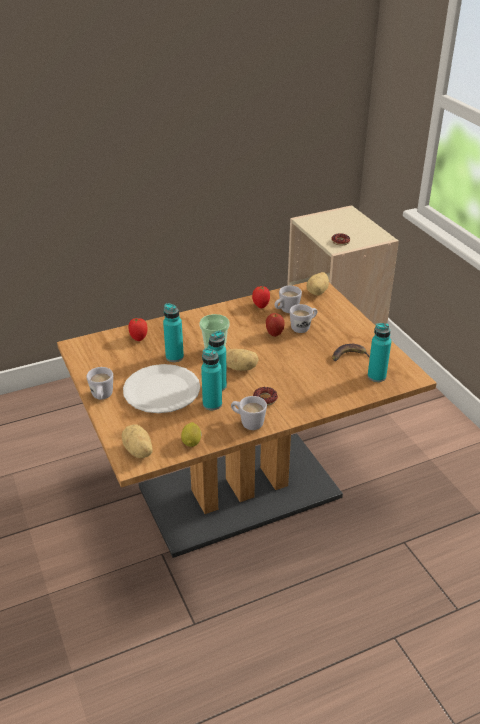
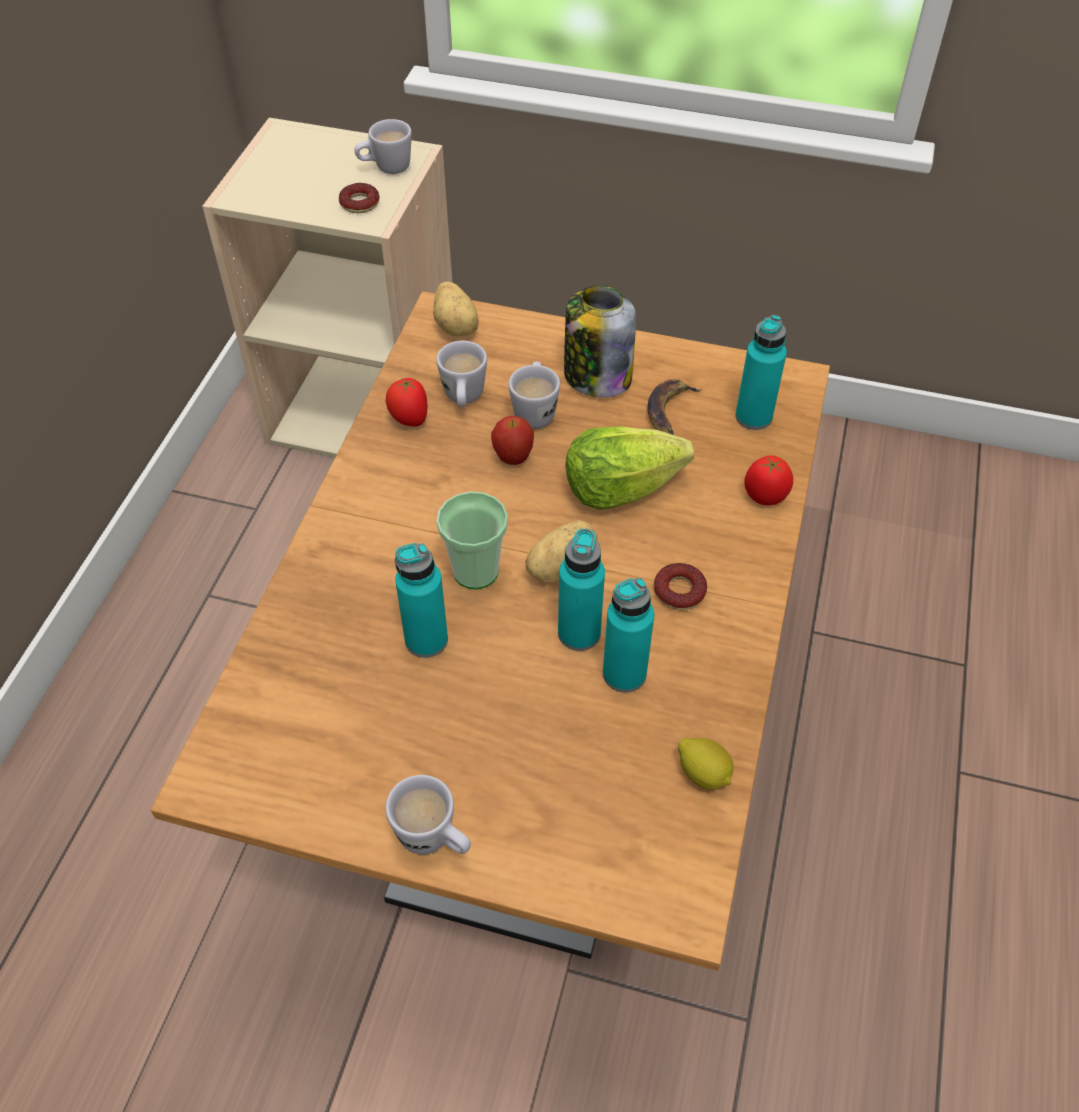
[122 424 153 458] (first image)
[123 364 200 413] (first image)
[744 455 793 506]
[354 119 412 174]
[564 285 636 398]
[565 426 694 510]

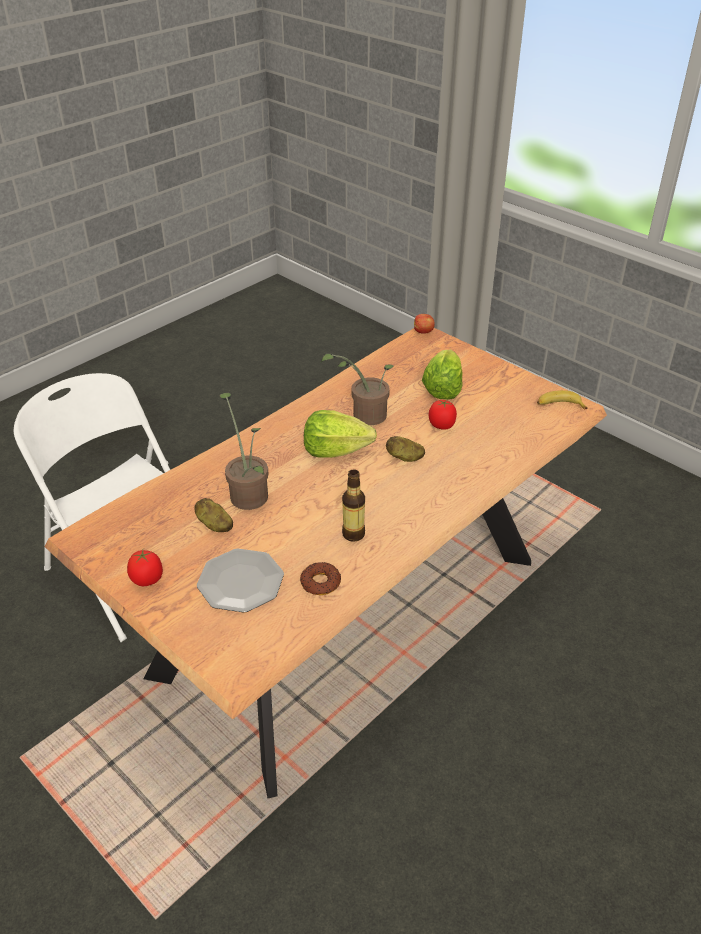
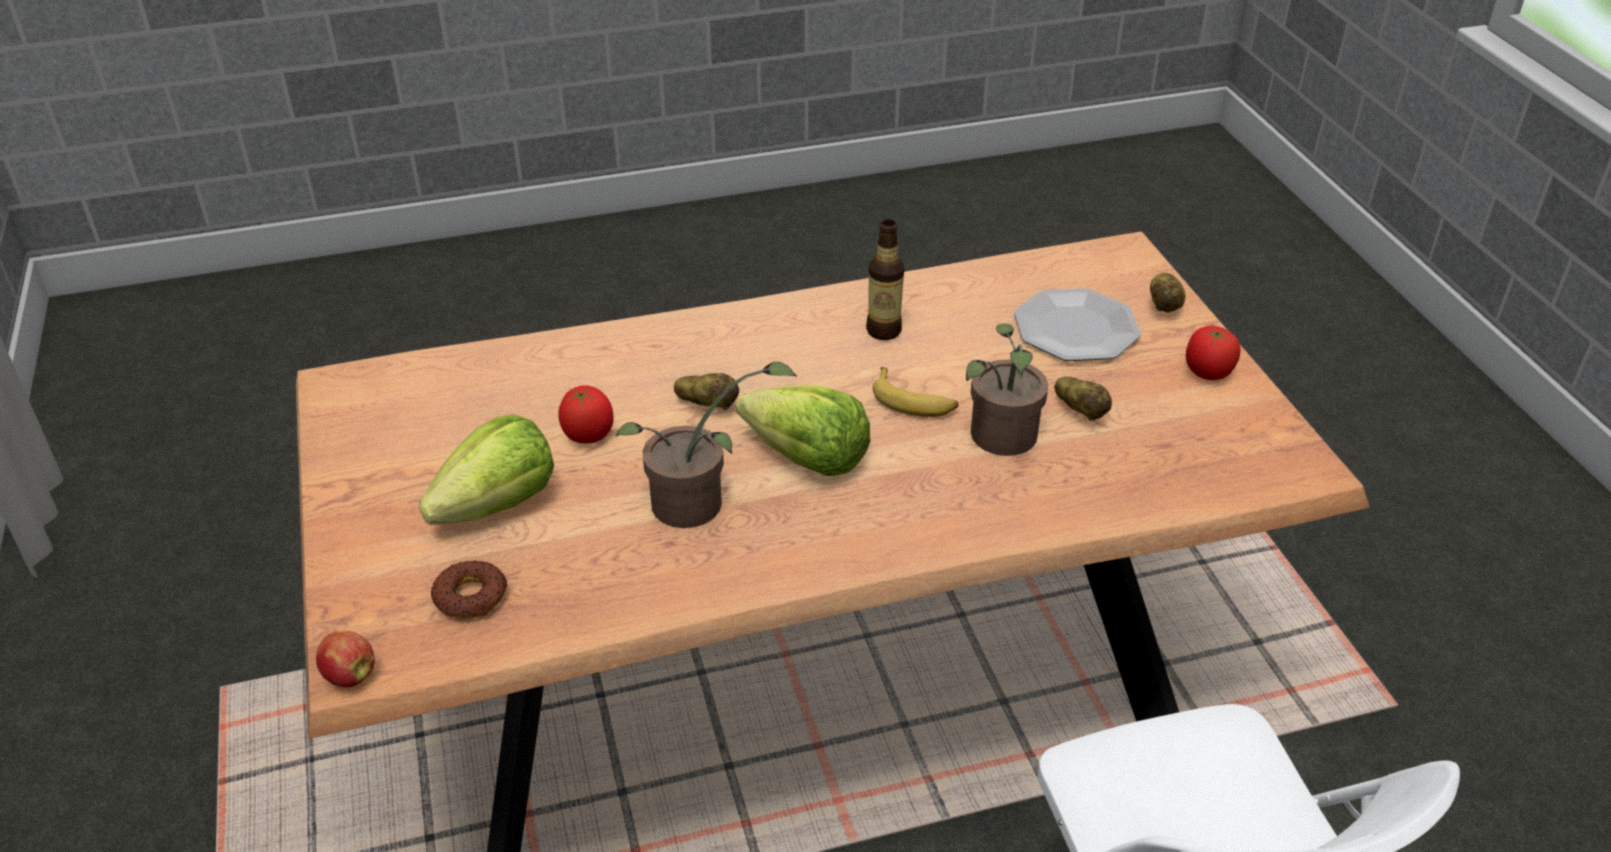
[431 561 507 619]
[873 367 959 417]
[1150 273 1186 312]

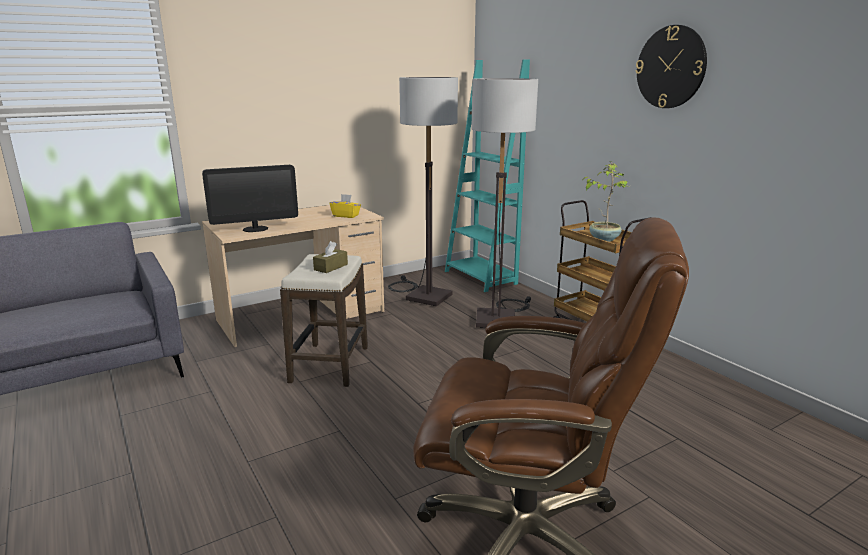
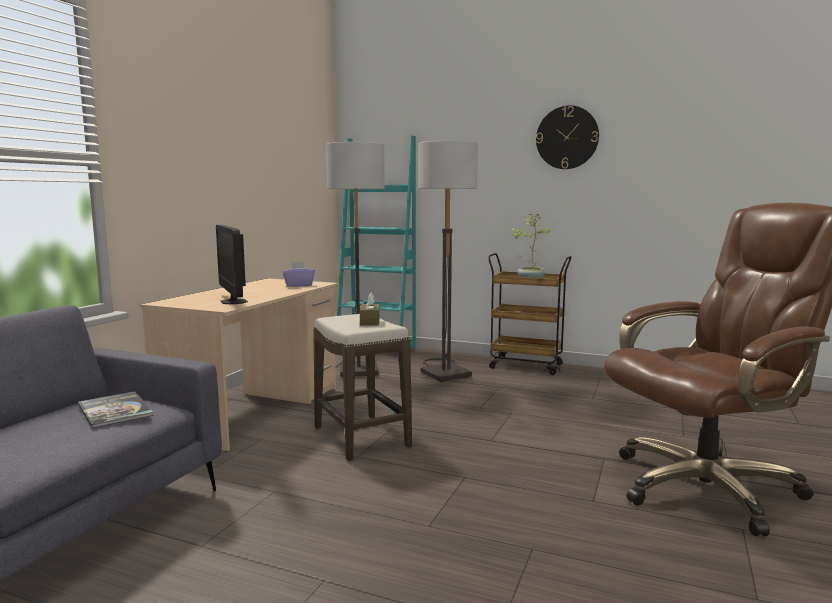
[216 225 248 304]
[283 261 315 287]
[78 391 153 428]

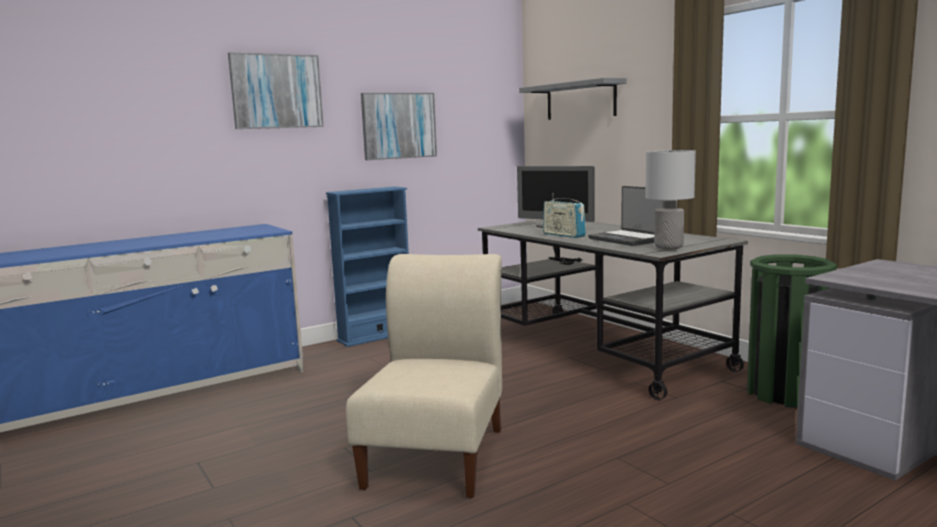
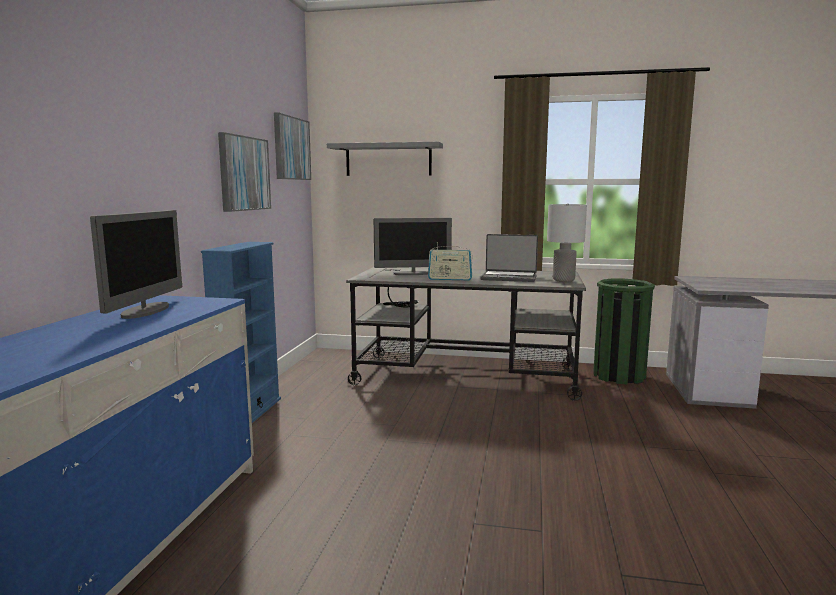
[274 112 311 180]
[346 254 502 498] (first image)
[90 210 182 319]

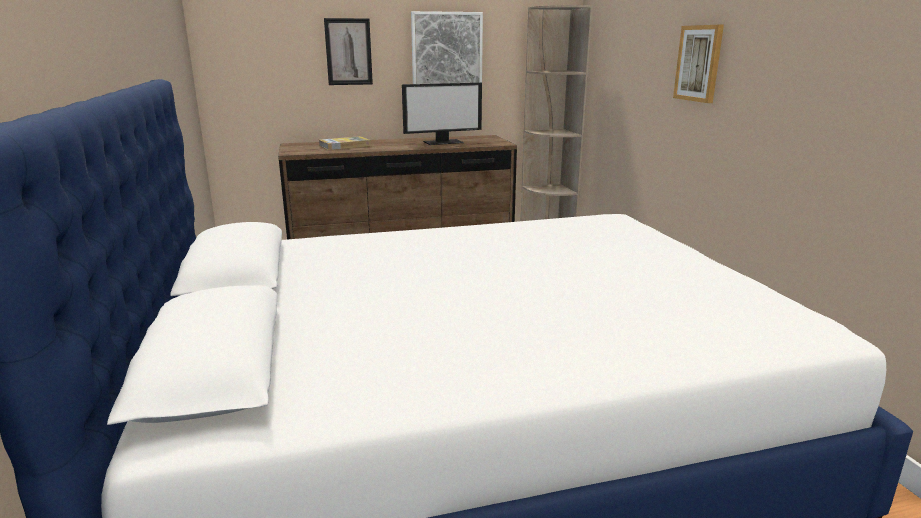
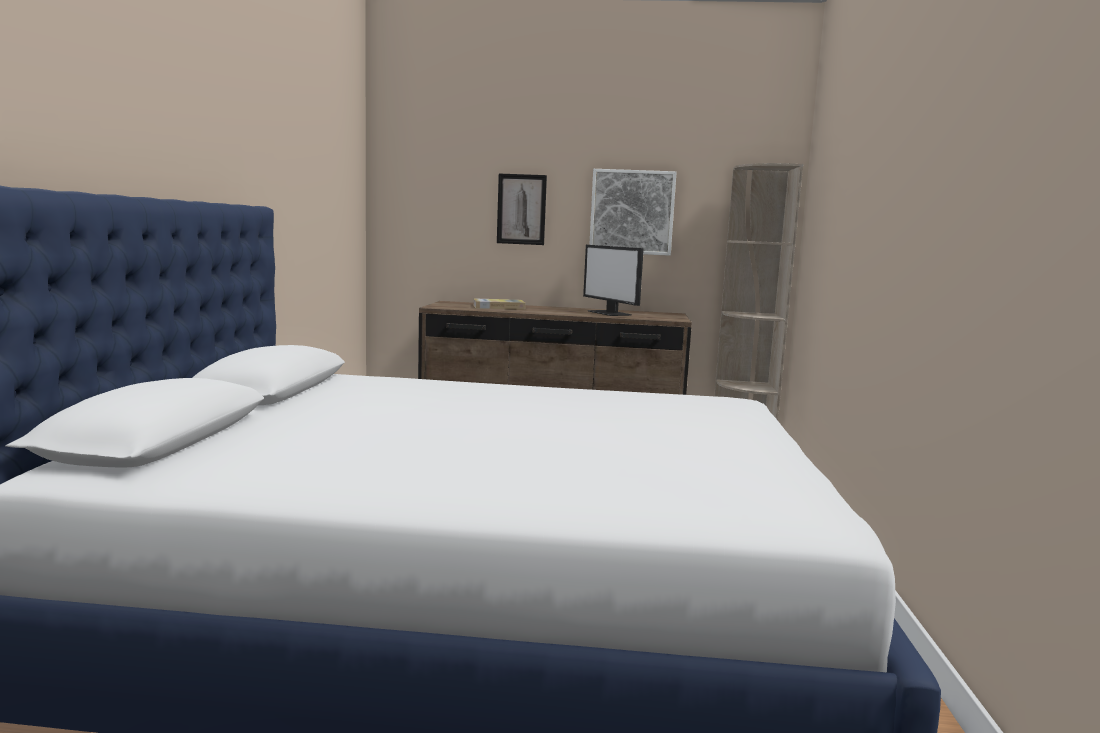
[583 245 644 316]
[673 25 724 103] (first image)

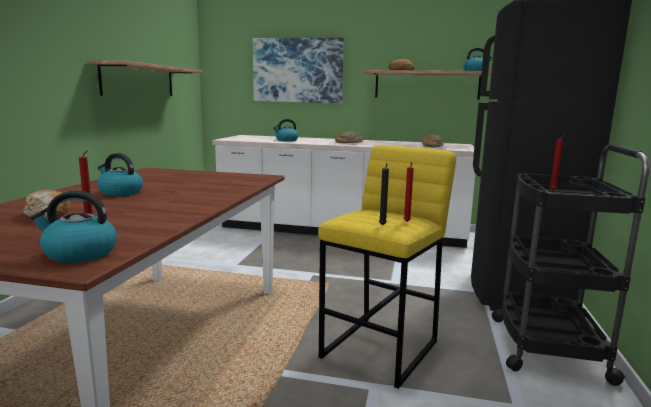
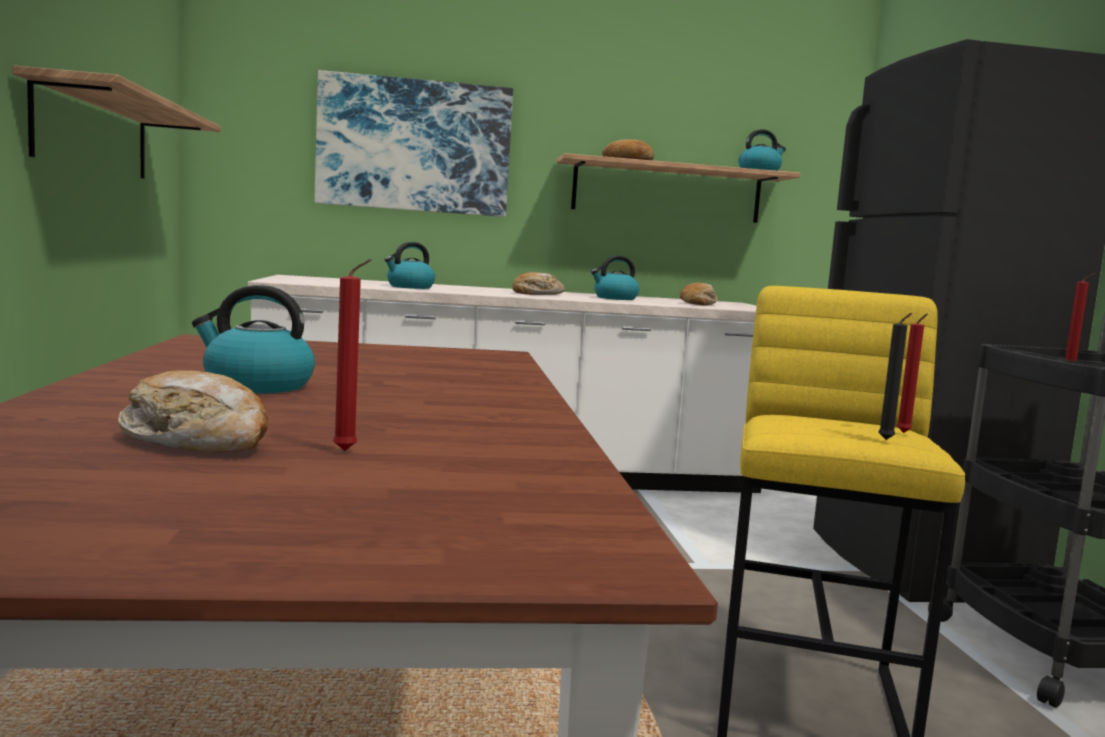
[591 255 639 300]

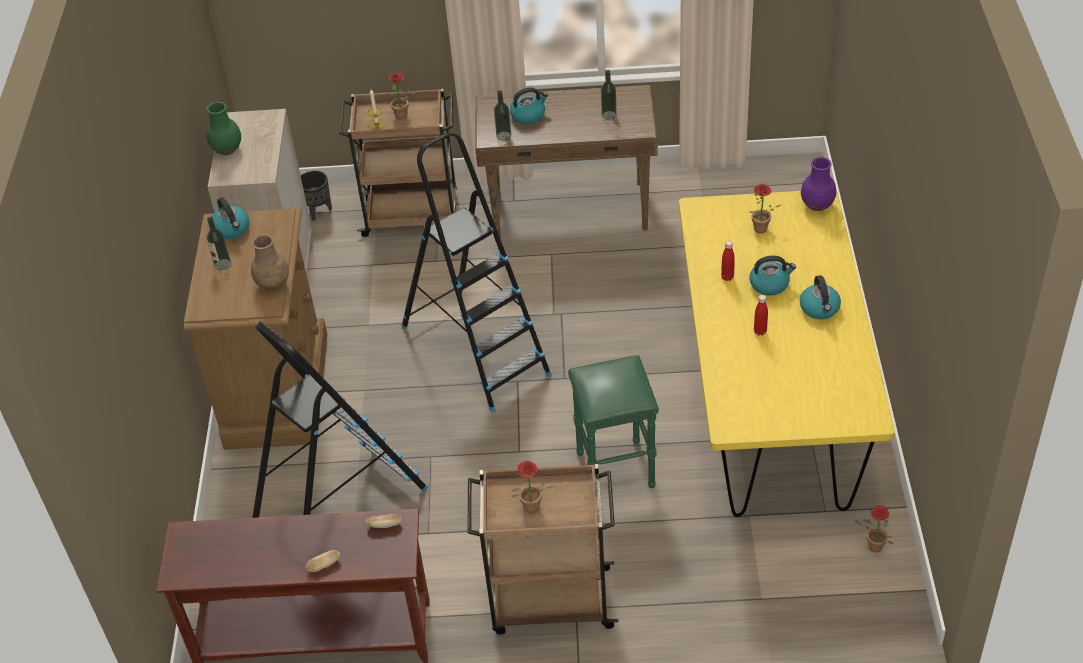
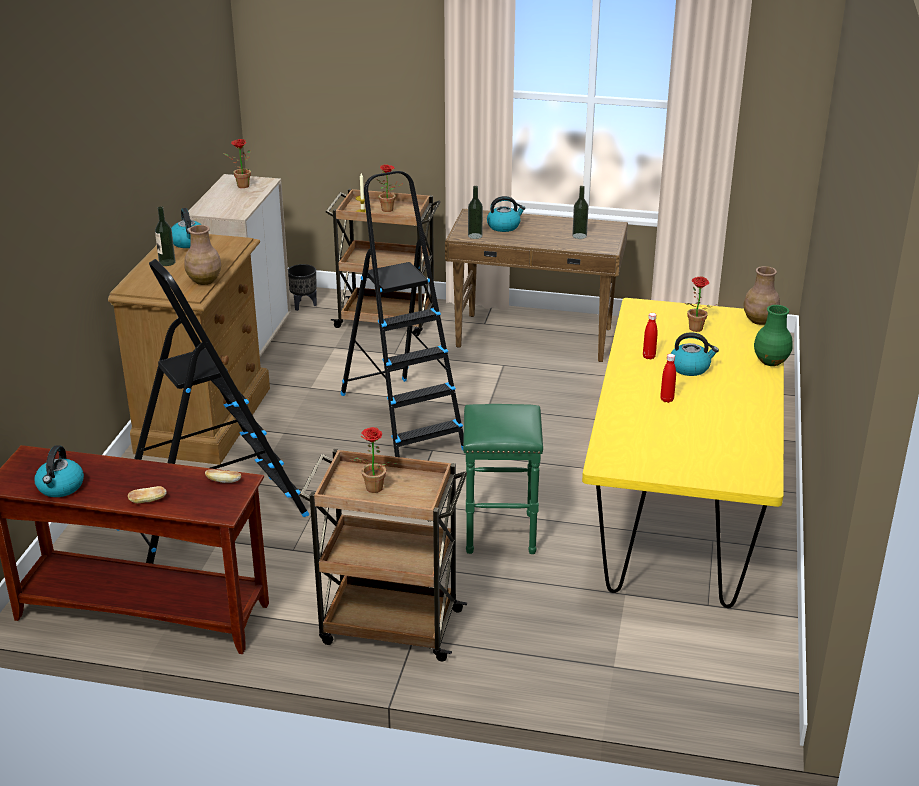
[754 305 793 366]
[34 445 84 497]
[743 266 780 325]
[223 139 251 188]

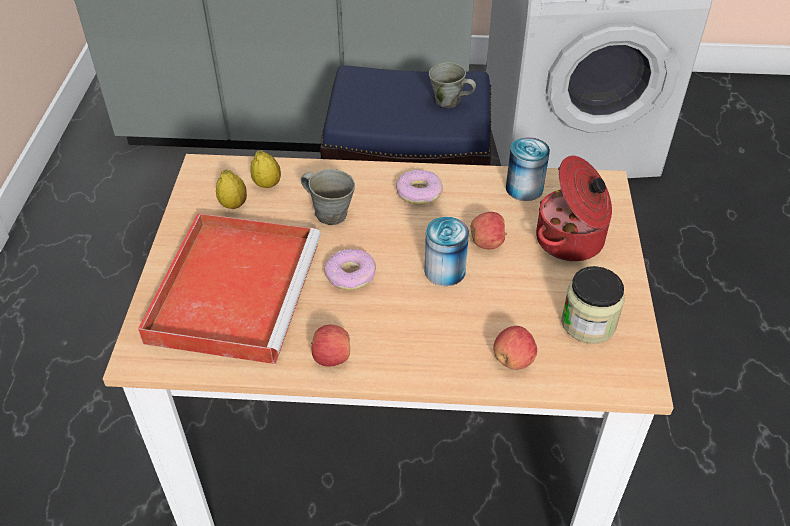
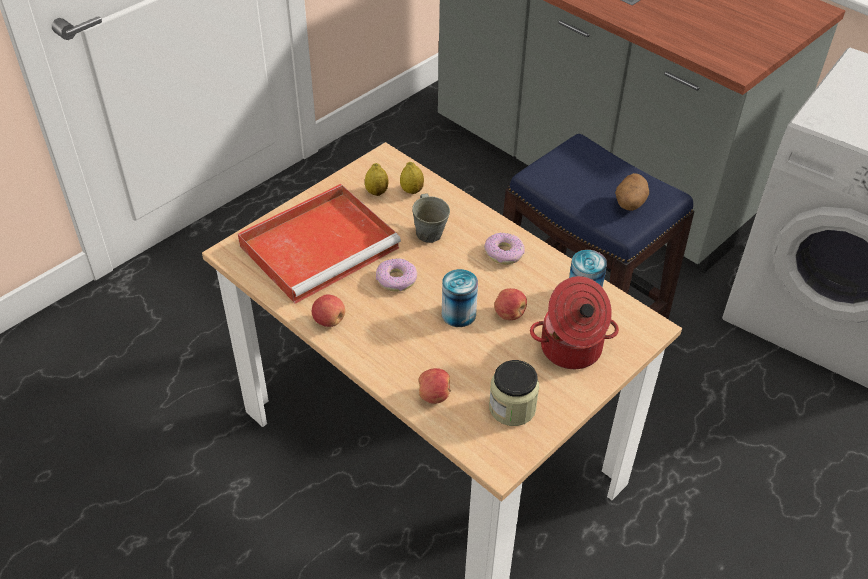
[615 173 649 211]

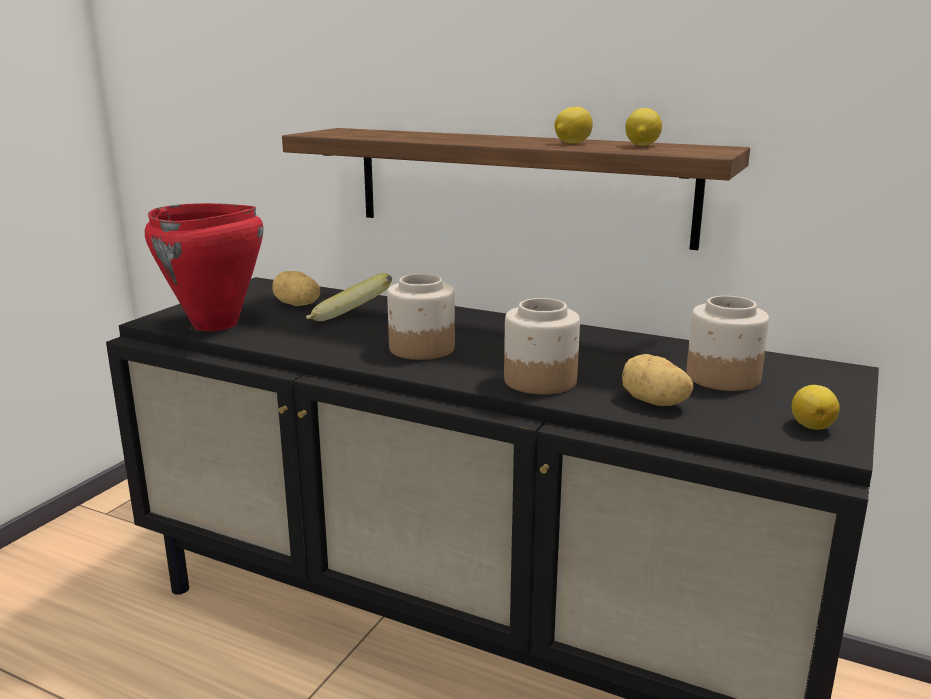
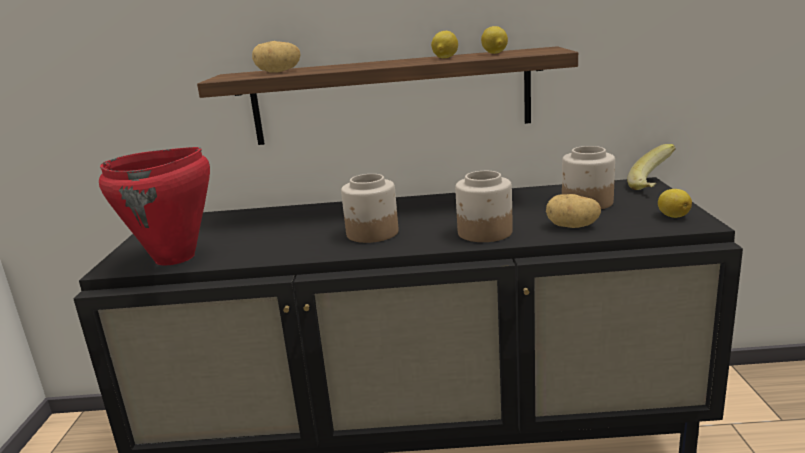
[252 41 300 73]
[627 144 676 190]

